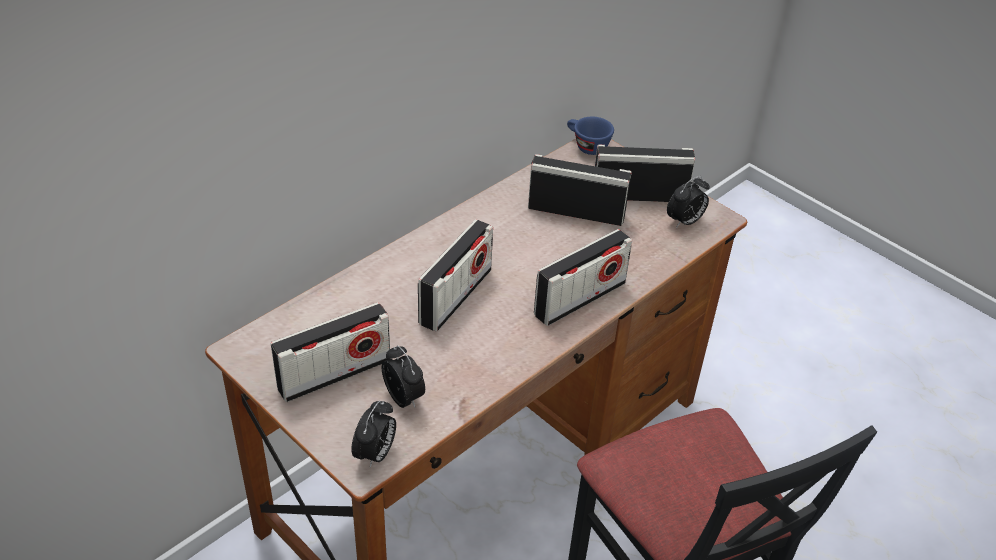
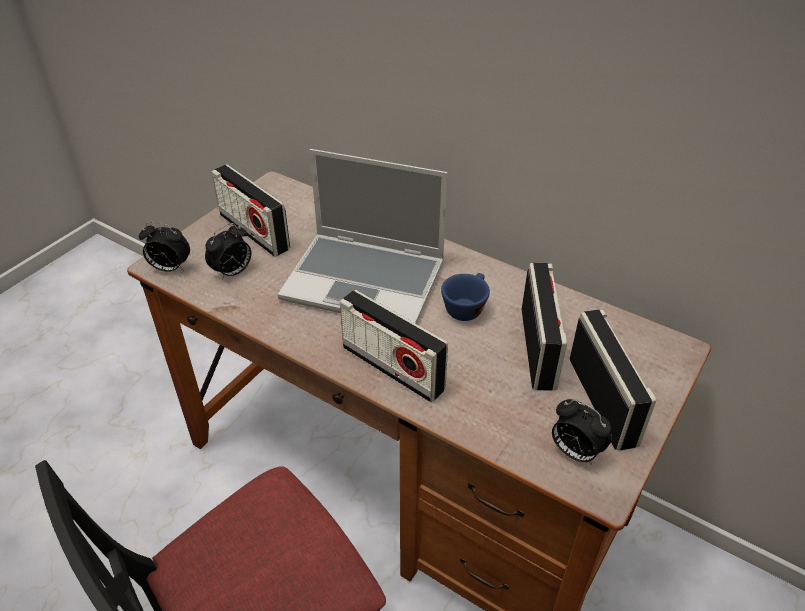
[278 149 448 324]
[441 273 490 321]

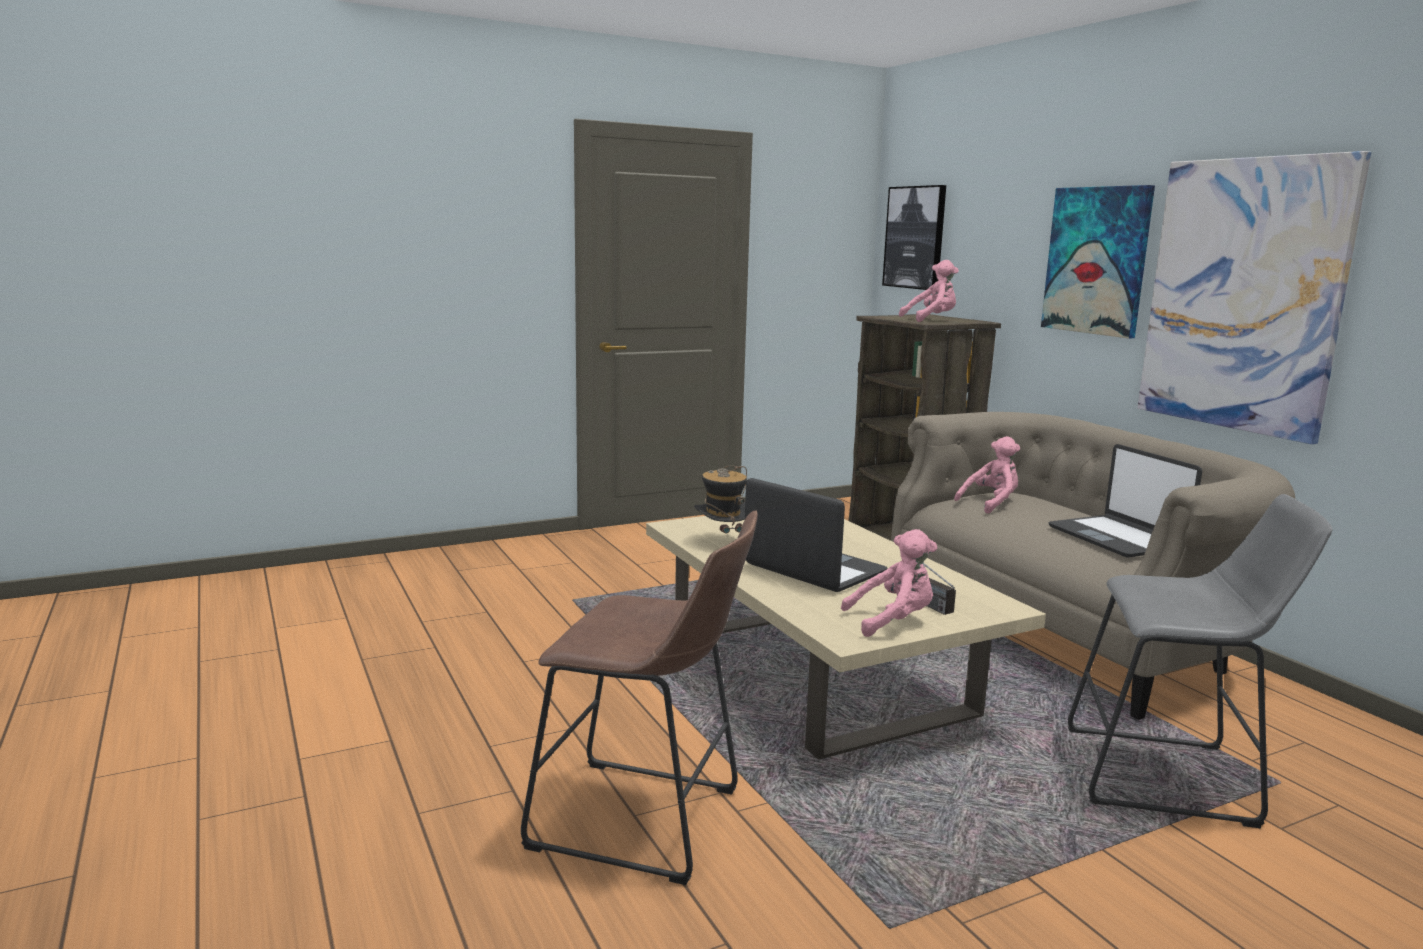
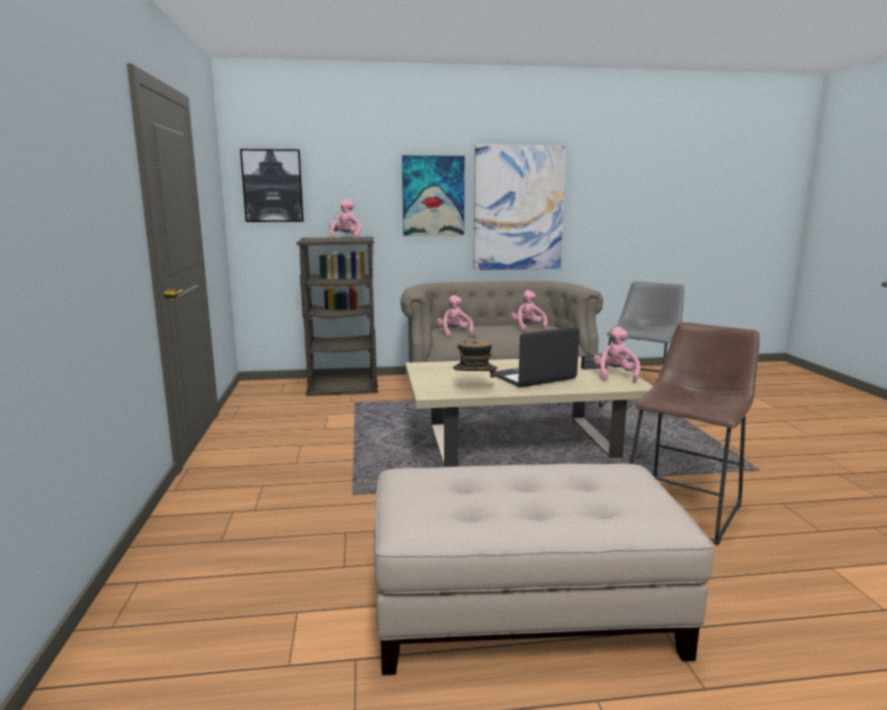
[511 290 547 331]
[374 464 713 675]

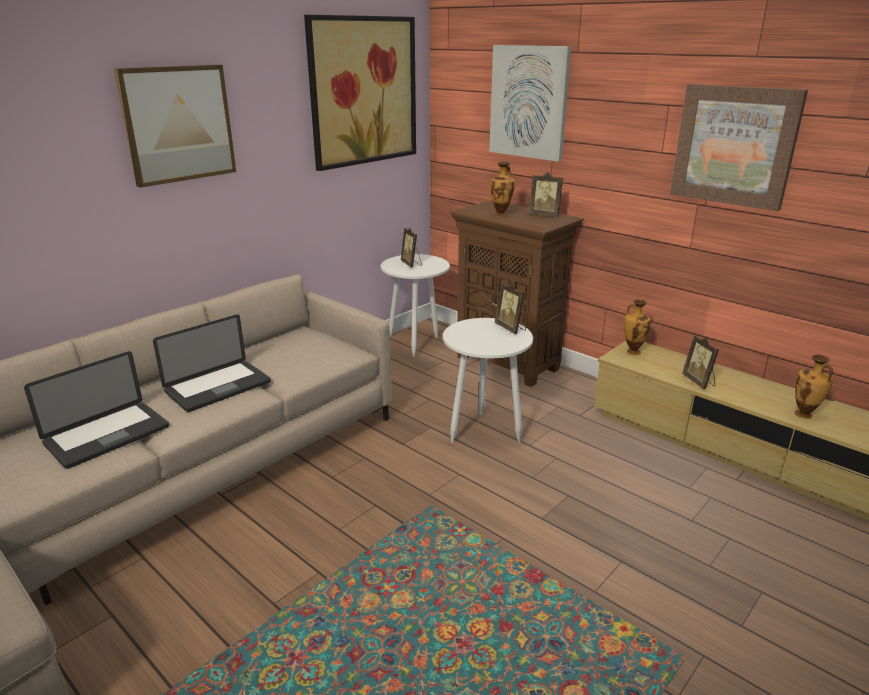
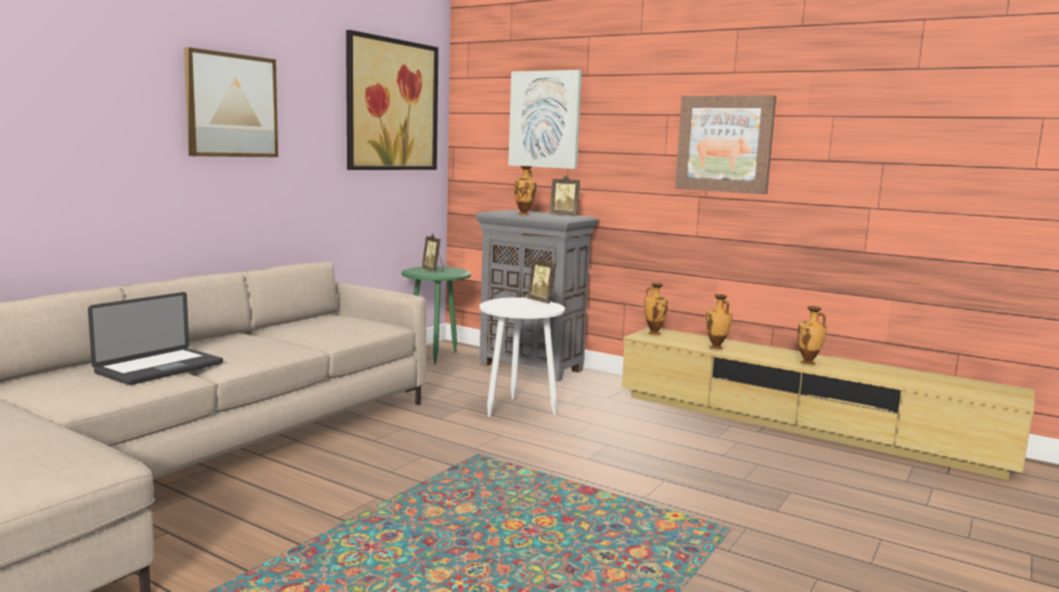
[153 314 271 412] (first image)
[402 266 471 364]
[474 210 600 382]
[706 294 732 350]

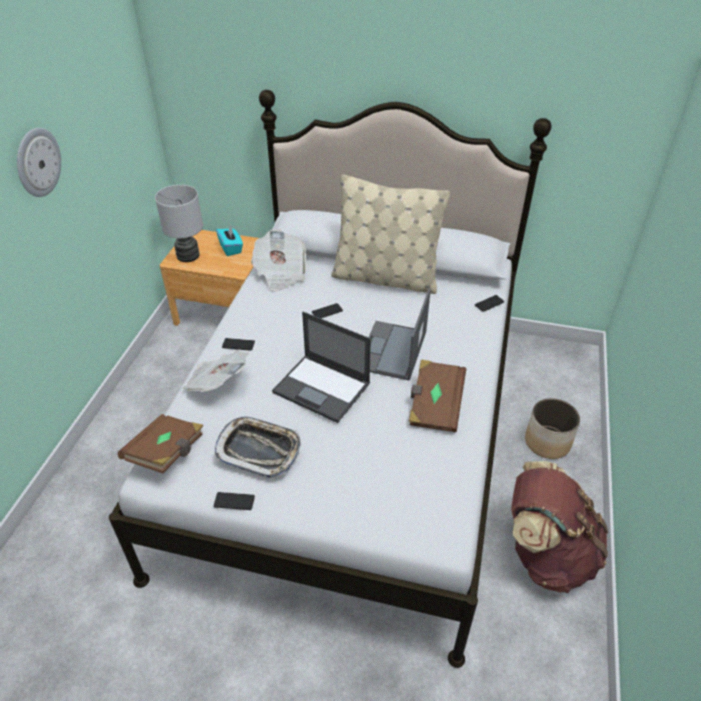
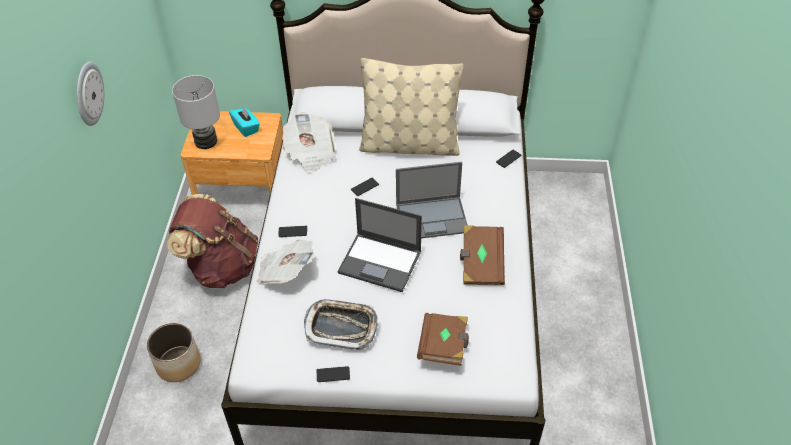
[417 313 469 366]
[396 162 468 238]
[167 194 258 288]
[147 323 201 382]

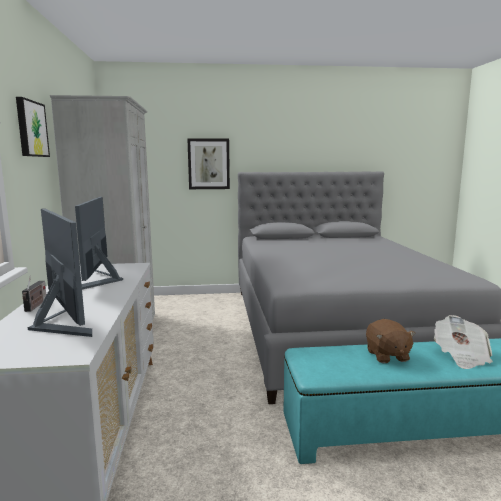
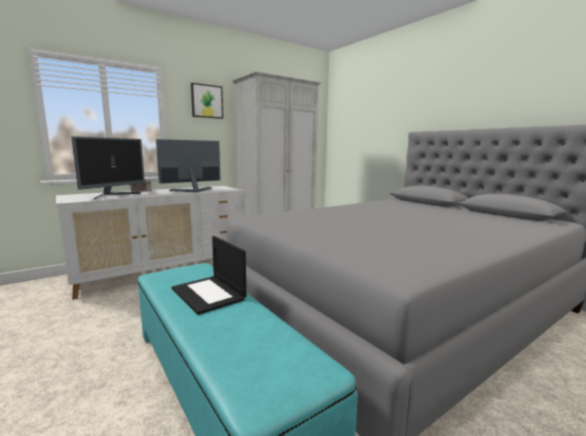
[187 138 230 189] (first image)
[171 236 246 315]
[434 315 493 369] (first image)

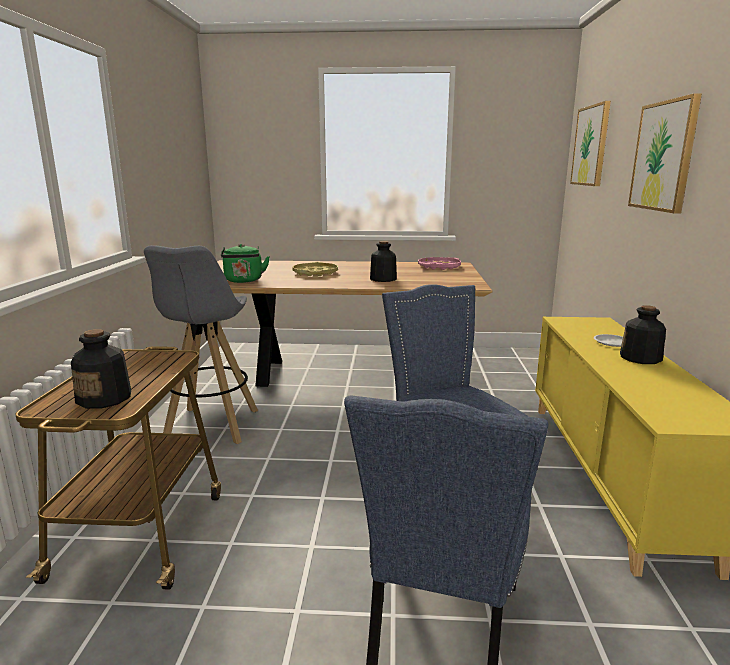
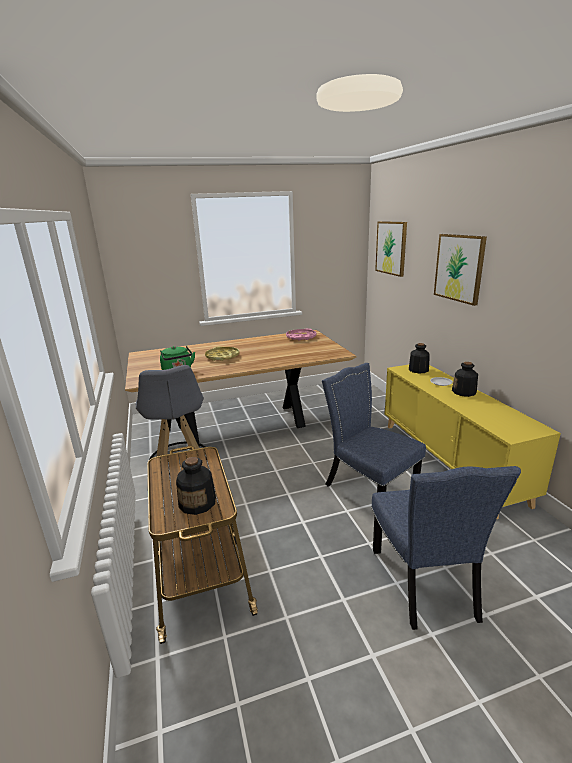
[409 343 430 373]

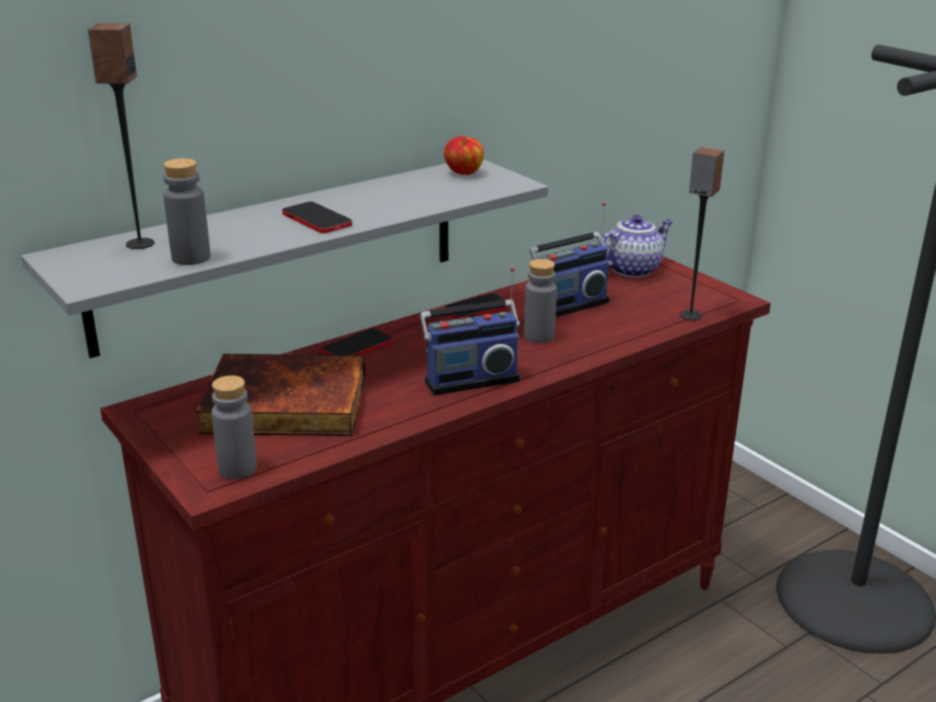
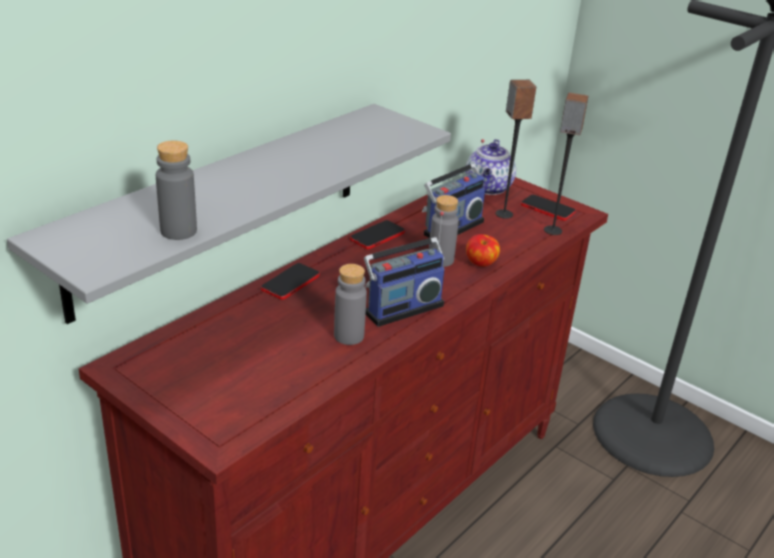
[495 80 536 219]
[196 354 365 436] (first image)
[334 264 367 345]
[521 194 576 221]
[466 234 500 267]
[466 139 516 195]

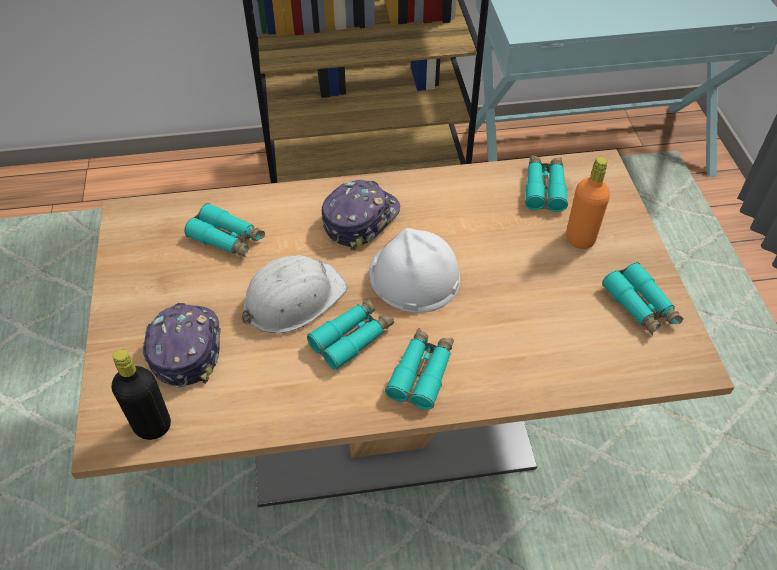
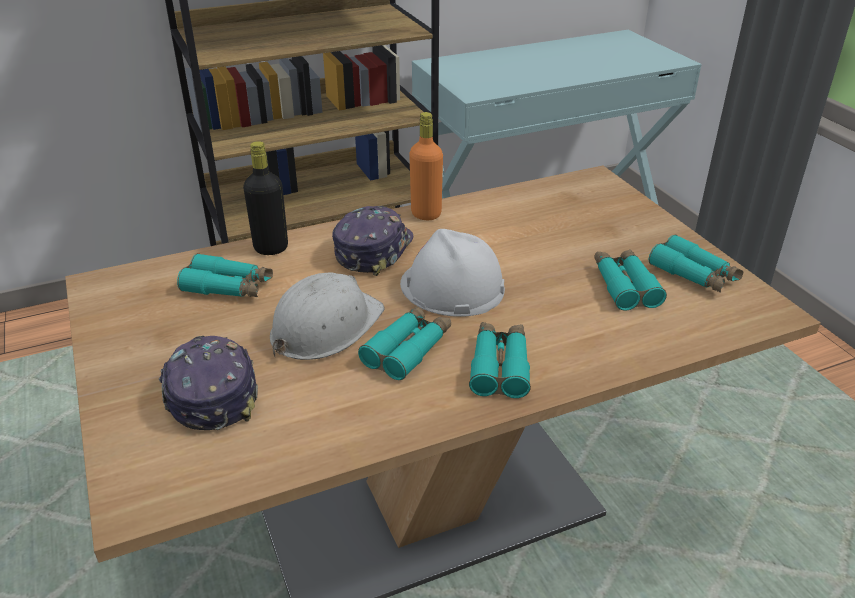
[243 141 288 255]
[595 249 667 310]
[409 112 443 220]

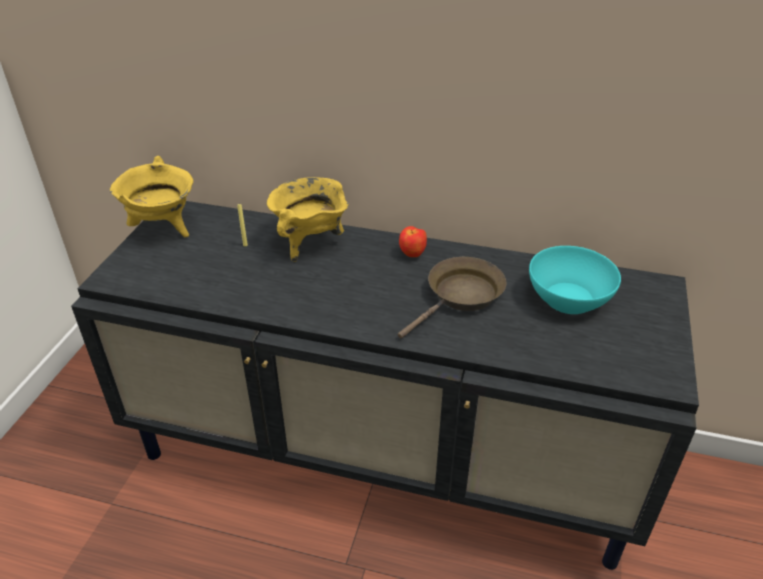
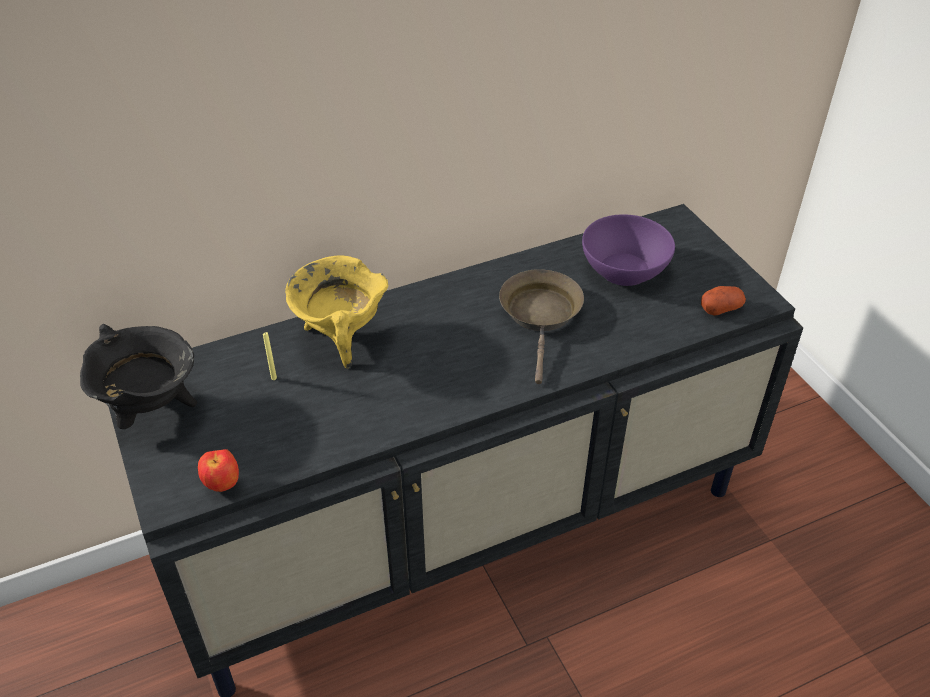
[80 324 197 429]
[198 449 239 492]
[582 214 675 286]
[701 286 746 316]

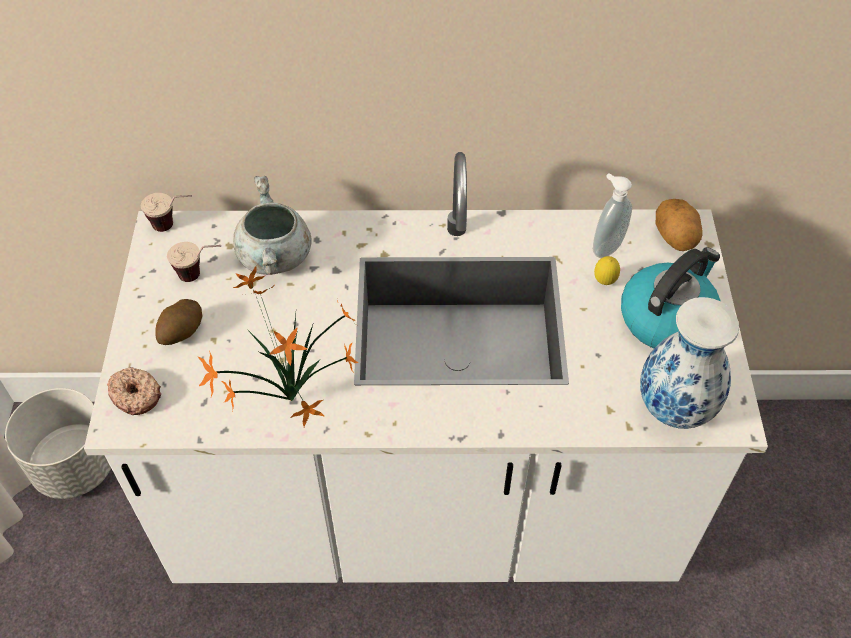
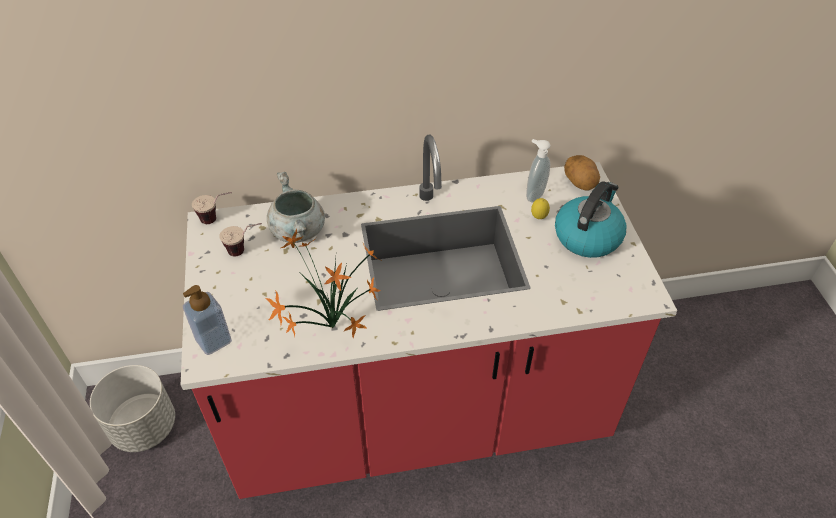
[181 135 677 499]
[183 285 232 355]
[156 299 202 345] (first image)
[640 297 739 429] (first image)

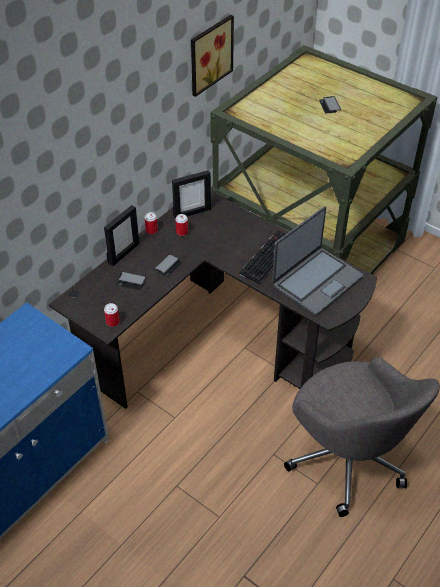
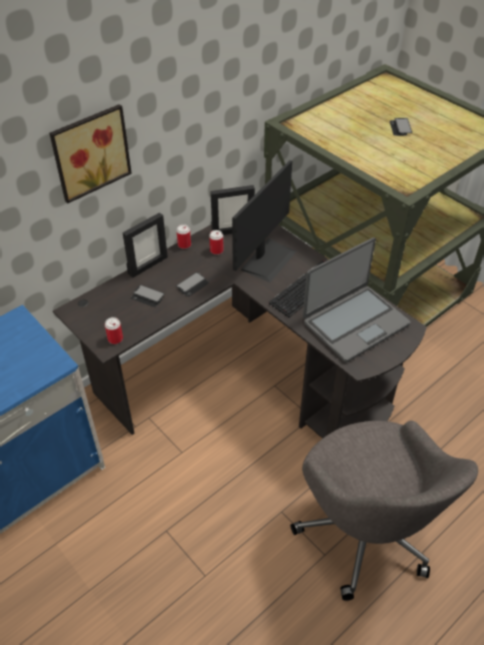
[49 104 132 203]
[232 160 297 282]

